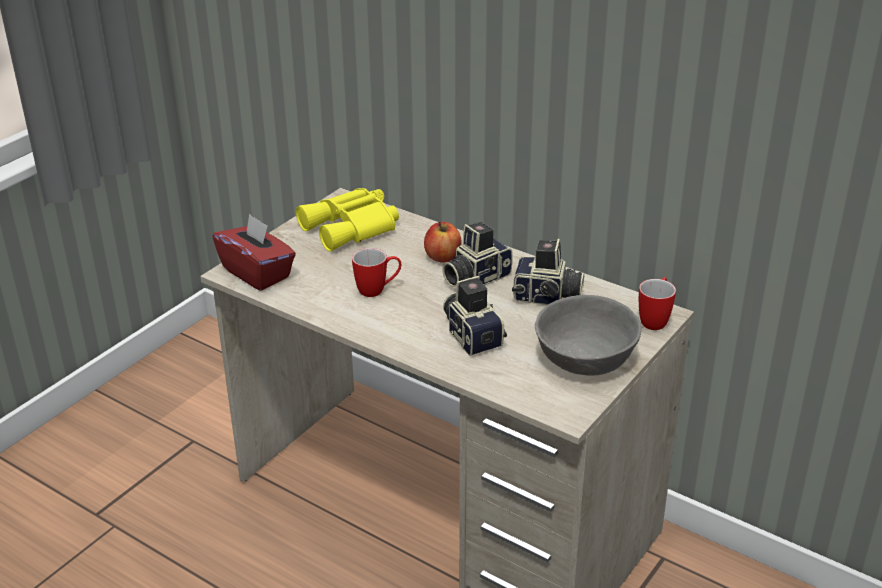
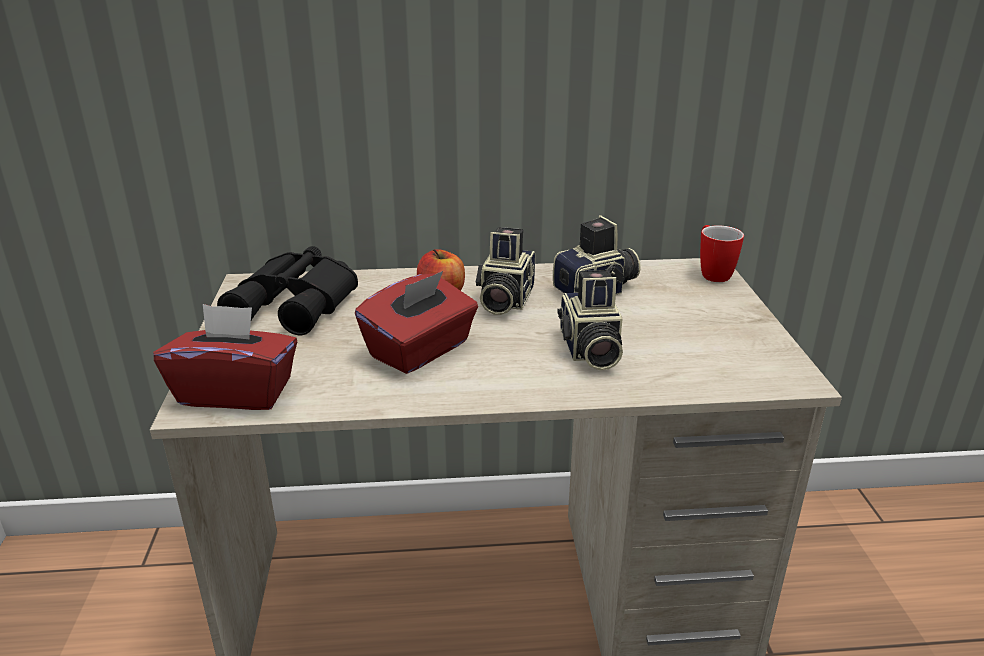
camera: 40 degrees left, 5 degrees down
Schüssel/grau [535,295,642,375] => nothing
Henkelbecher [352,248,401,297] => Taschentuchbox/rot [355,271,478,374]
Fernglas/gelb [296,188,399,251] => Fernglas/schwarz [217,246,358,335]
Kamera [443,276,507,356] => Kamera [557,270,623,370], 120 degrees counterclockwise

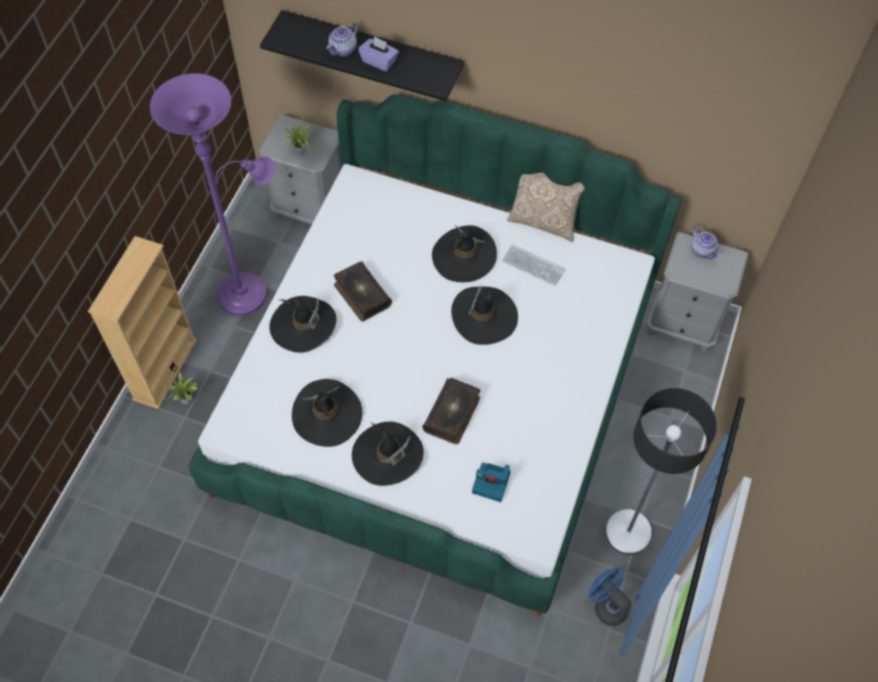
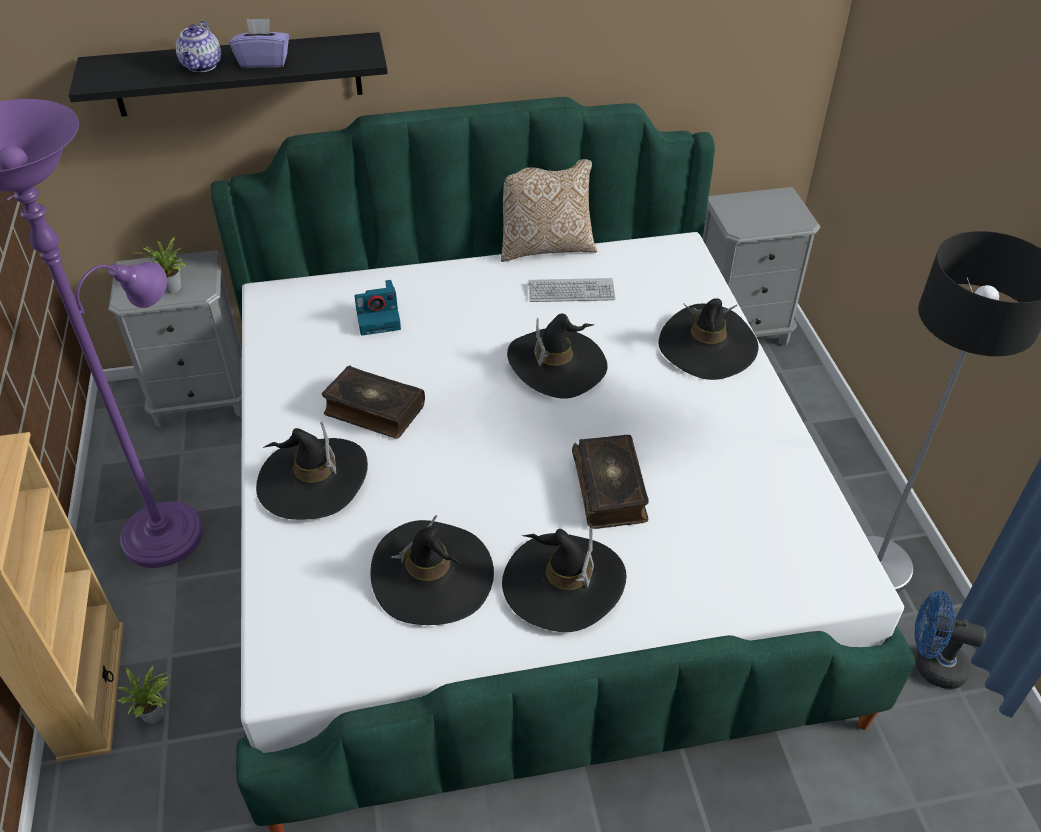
camera: 30 degrees left, 15 degrees down
Teekanne [691,225,720,260] => nothing
Hut/schwarz [432,225,497,282] => Hut/schwarz [659,298,759,380], move
Kamera [472,463,511,502] => Kamera [354,280,401,336], move

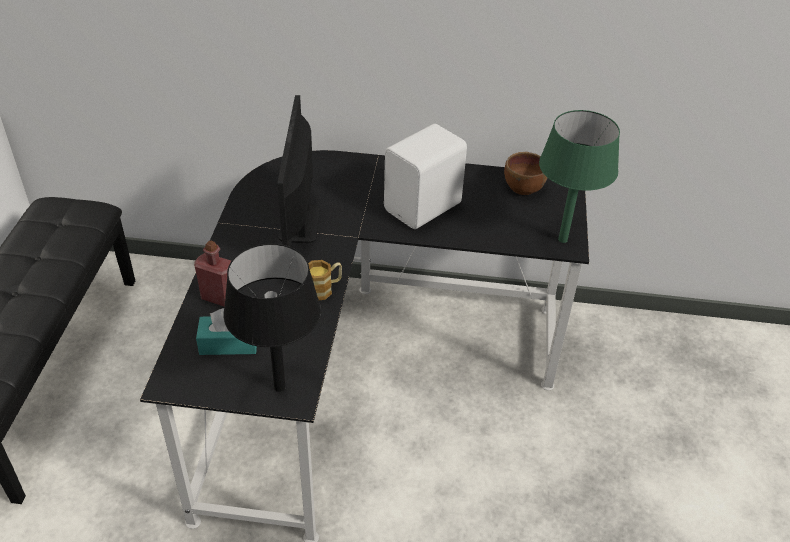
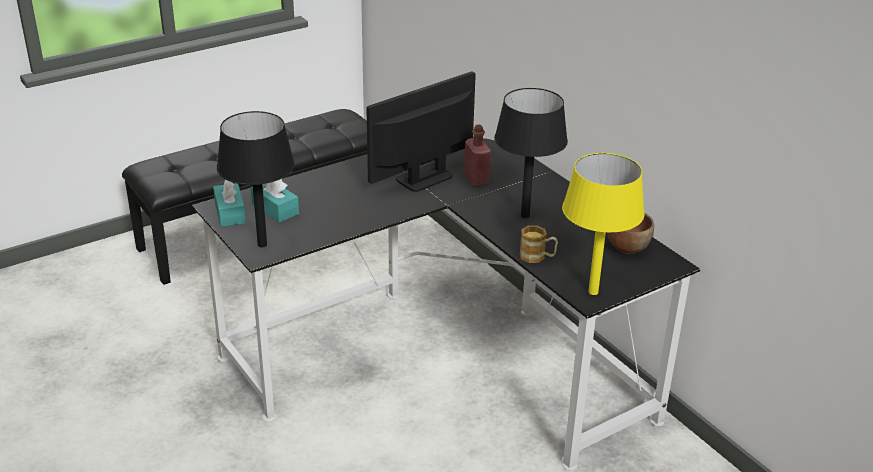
camera: 50 degrees right, 10 degrees down
nothing => Taschentuchbox/türkis [213,179,246,227]
Flasche/rot [194,241,231,307] => Flasche/rot [464,124,491,186], move
Henkelbecher [308,260,342,300] => Henkelbecher [519,225,558,263], move
Lautsprecher/weiß [384,124,467,229] => Tischlampe/schwarz [494,88,568,218]
Tischlampe/grün [539,110,620,243] => Tischlampe/gelb [562,153,645,295]

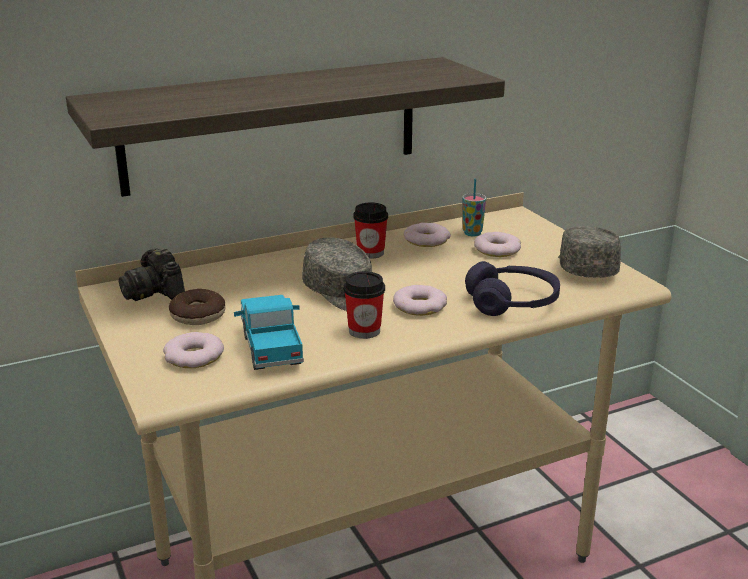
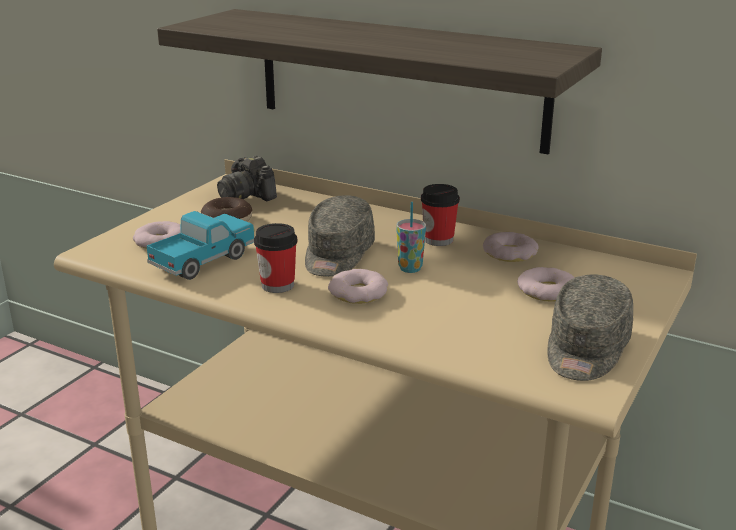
camera: 55 degrees right, 0 degrees up
Kopfhörer/lila [465,261,560,316] => nothing
Tasse [462,179,486,236] => Tasse [396,202,426,273], move
Kamera [119,248,185,301] => Kamera [217,155,277,201], 60 degrees counterclockwise
Kappe/grau [558,226,621,278] => Kappe/grau [547,275,633,381], 150 degrees clockwise

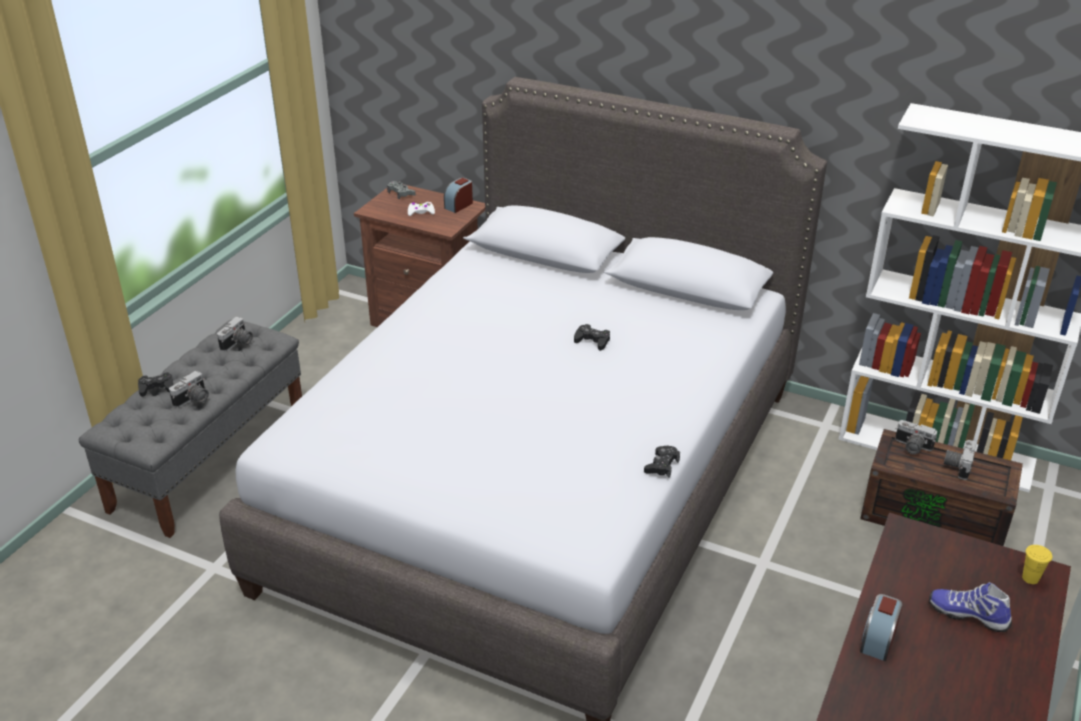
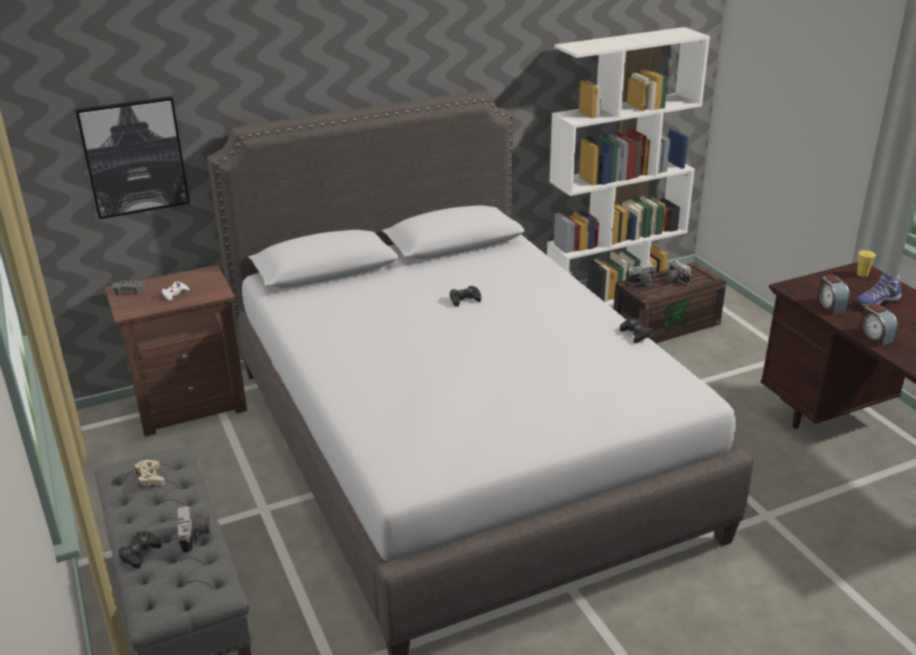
camera: 50 degrees left, 5 degrees down
nothing => Bild [75,97,190,219]
Wecker [444,178,473,213] => Wecker [817,275,850,314], move
Kamera [217,317,253,352] => Gamepad/beige [134,460,165,488]

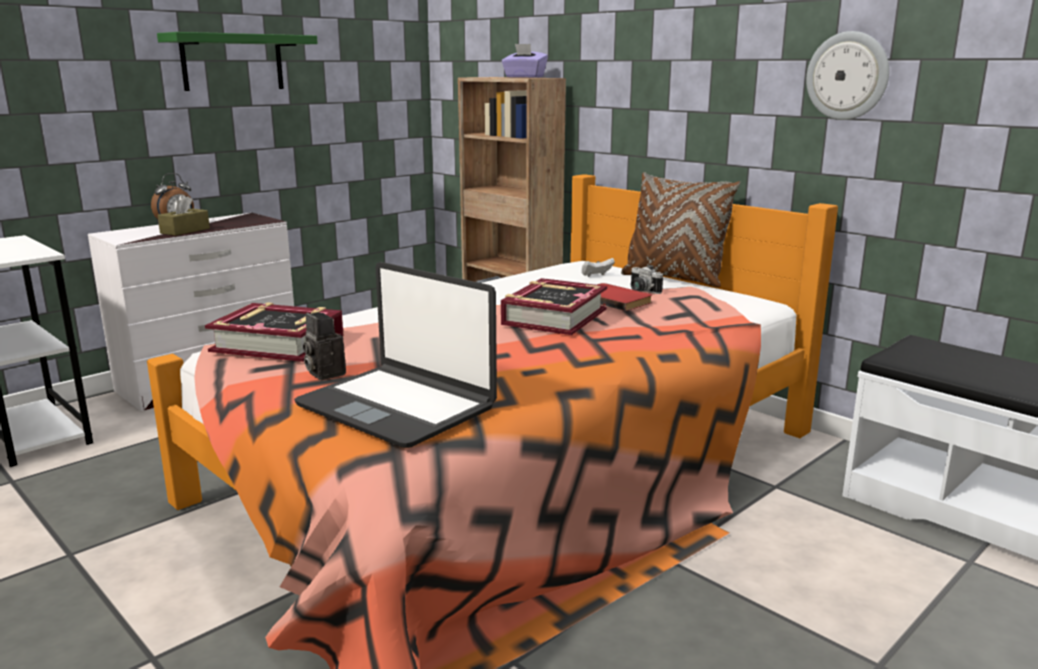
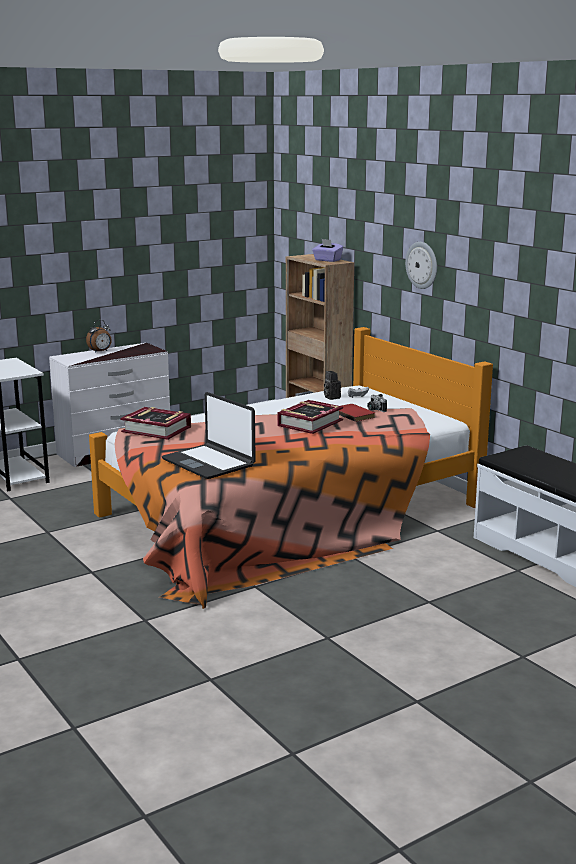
camera: 10 degrees right, 0 degrees up
Wandregal/grün [157,32,318,91] => nothing
Taschentuchbox/braun [157,194,210,236] => nothing
Kissen/braun [621,172,740,287] => nothing
Kamera [303,312,346,380] => Kamera [324,371,341,400], move
Wanduhr [806,31,889,120] => Wanduhr [405,242,437,289], move

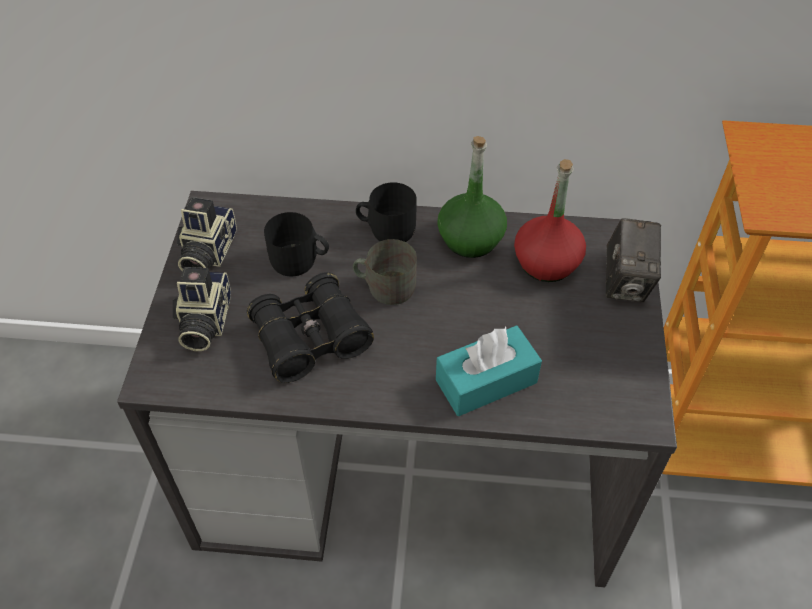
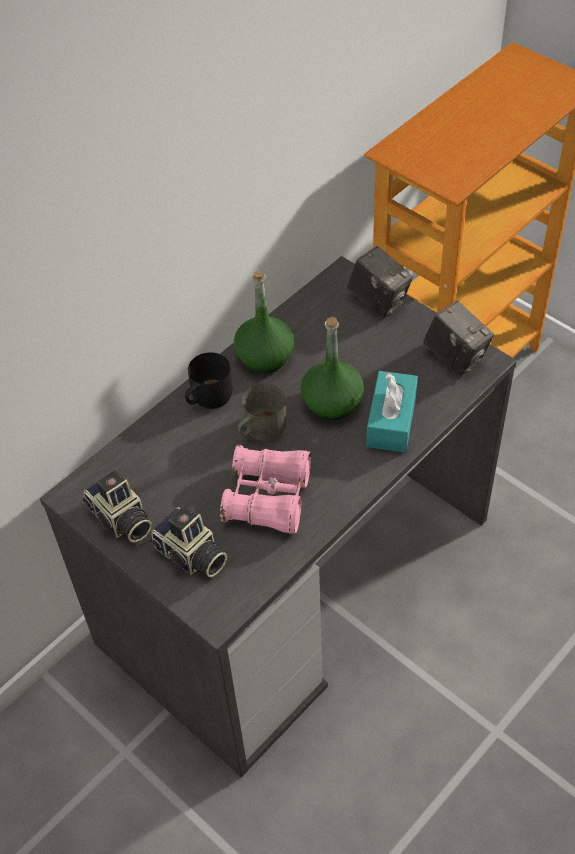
camera: 50 degrees left, 0 degrees up
Henkelbecher/schwarz [264,212,329,277] => nothing
Flasche/rot [514,159,586,282] => nothing
nothing => Flasche/grün [301,317,364,420]
nothing => Kamera [423,301,494,376]
Fernglas/schwarz [247,272,374,383] => Fernglas/rosa [220,445,311,534]

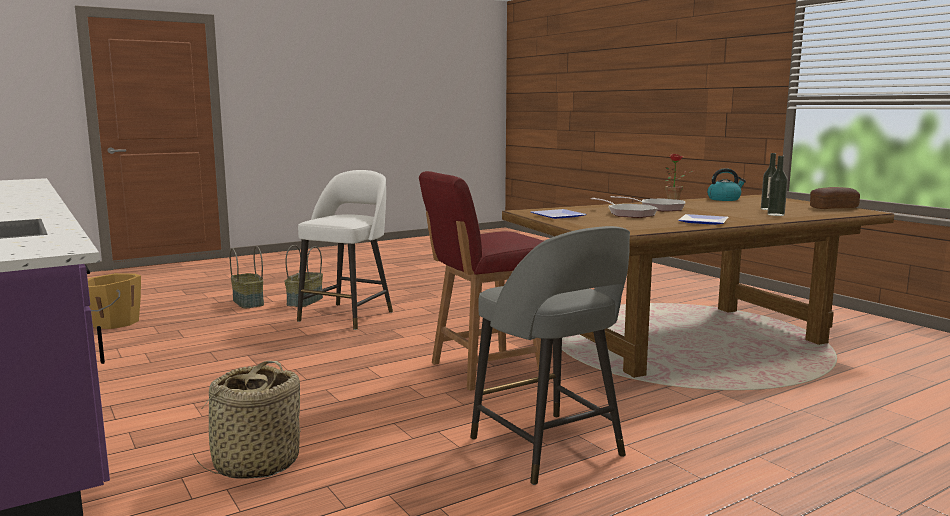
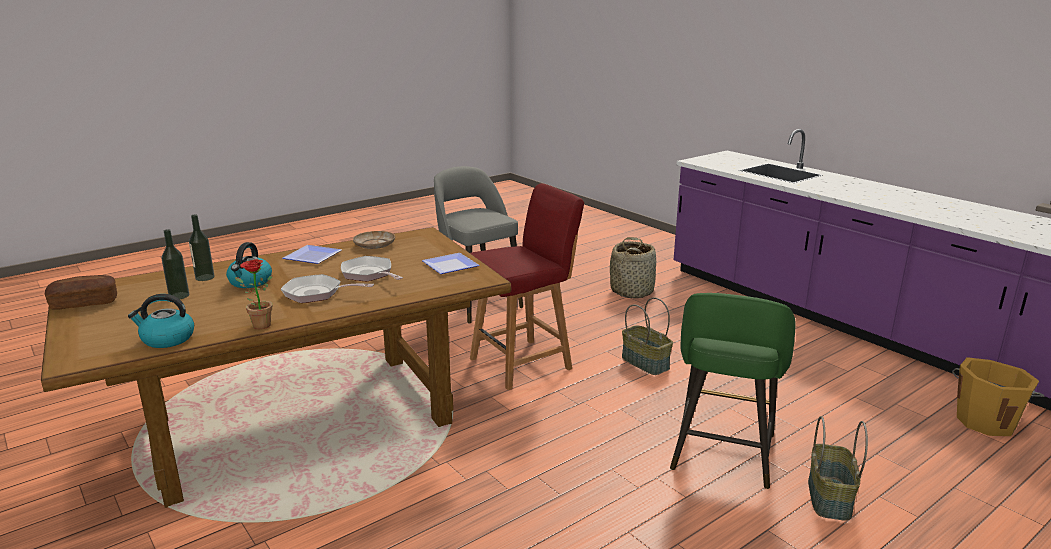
camera: 175 degrees right, 10 degrees up
nothing => Wasserkessel [226,242,272,288]
nothing => Teller/beige [353,231,395,249]
Korb [230,246,264,308] => Korb [622,297,673,375], move
Hocker/weiß [297,170,393,330] => Hocker/grün [670,293,796,489]

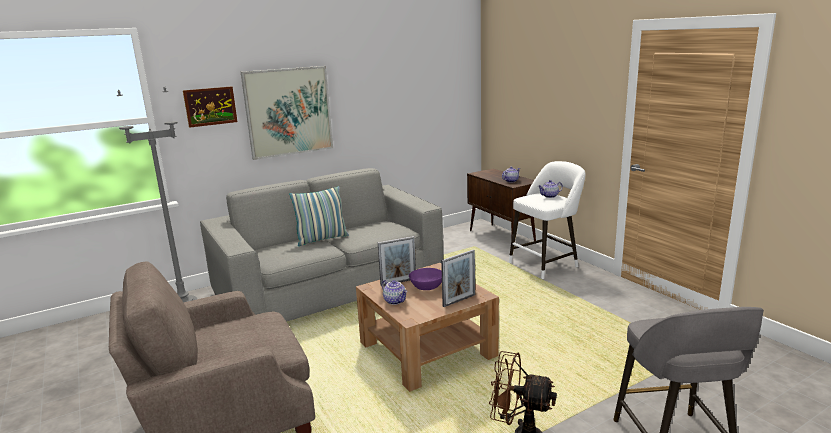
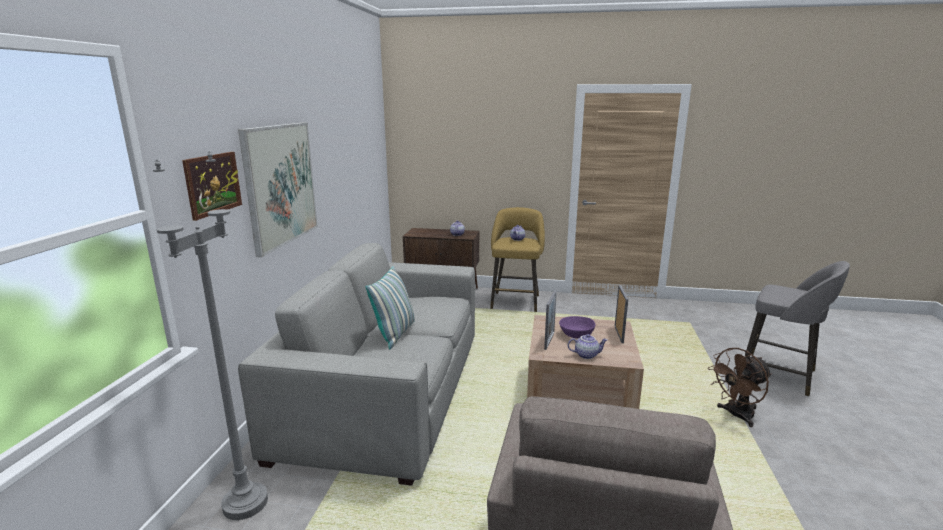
camera: 50 degrees left, 0 degrees up
Hocker/weiß [509,161,585,279] => Hocker/gelb [490,207,545,312]

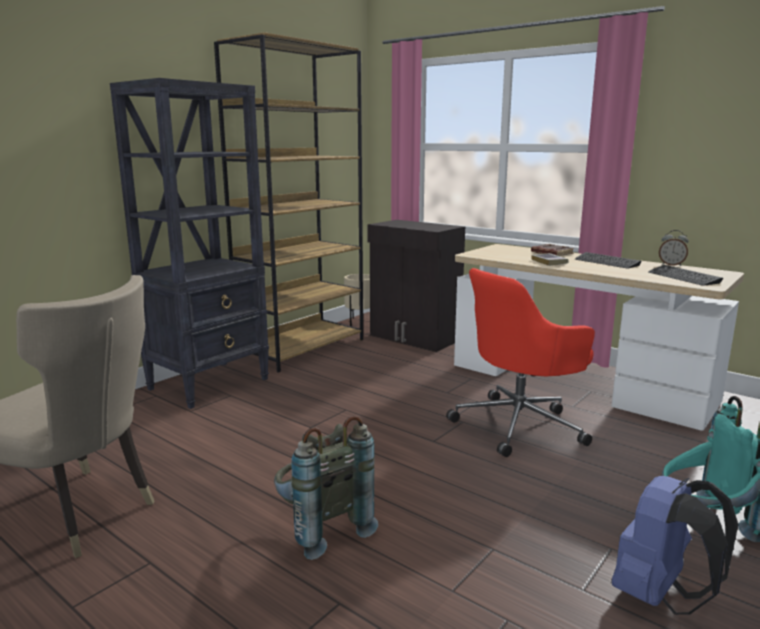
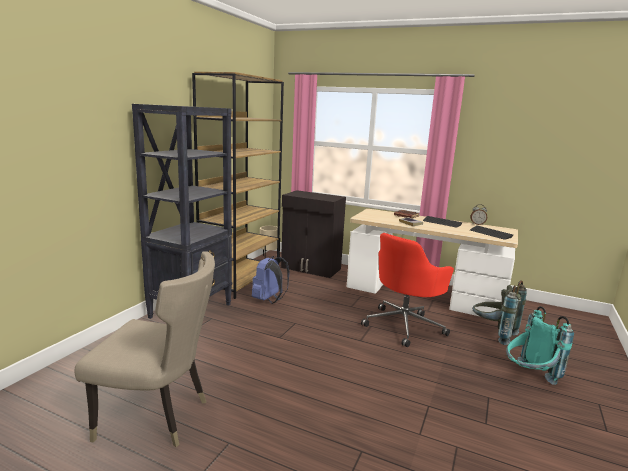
camera: 15 degrees left, 0 degrees up
Rucksack/grau [274,416,378,560] => Rucksack/grau [472,280,527,345], move
Rucksack/blau [611,476,738,615] => Rucksack/blau [252,256,290,304], move

